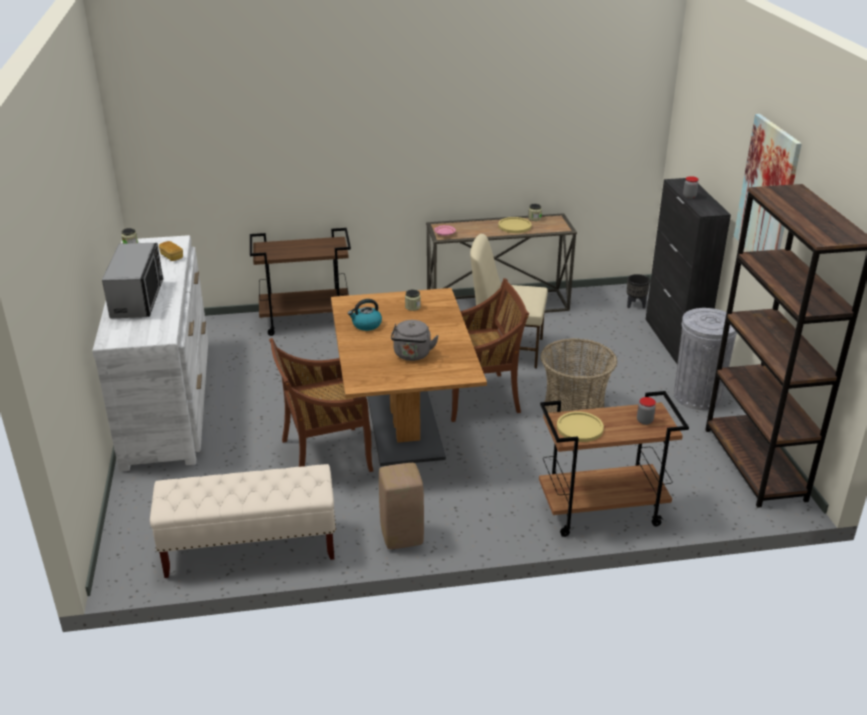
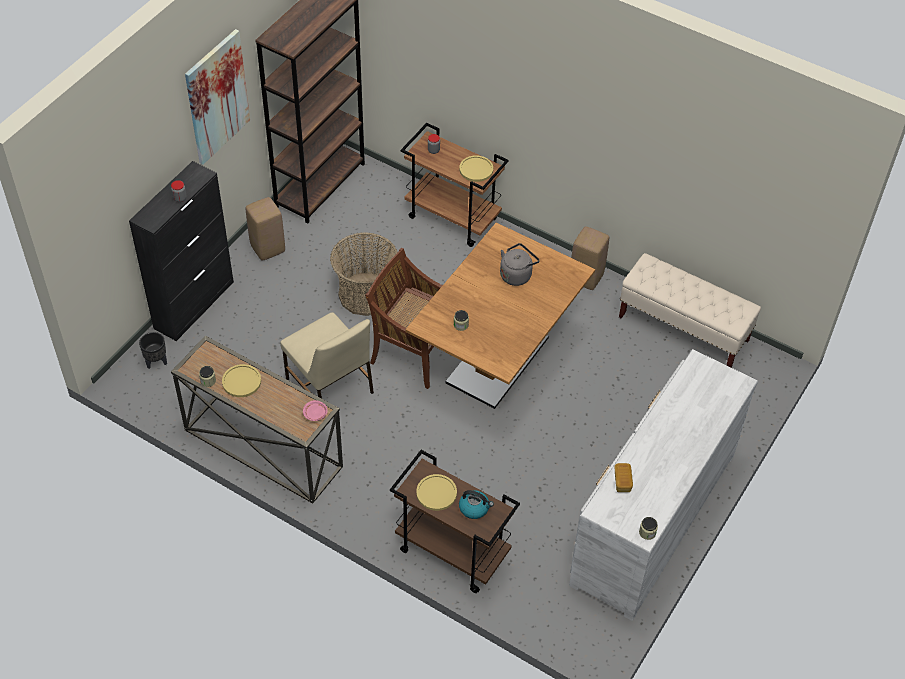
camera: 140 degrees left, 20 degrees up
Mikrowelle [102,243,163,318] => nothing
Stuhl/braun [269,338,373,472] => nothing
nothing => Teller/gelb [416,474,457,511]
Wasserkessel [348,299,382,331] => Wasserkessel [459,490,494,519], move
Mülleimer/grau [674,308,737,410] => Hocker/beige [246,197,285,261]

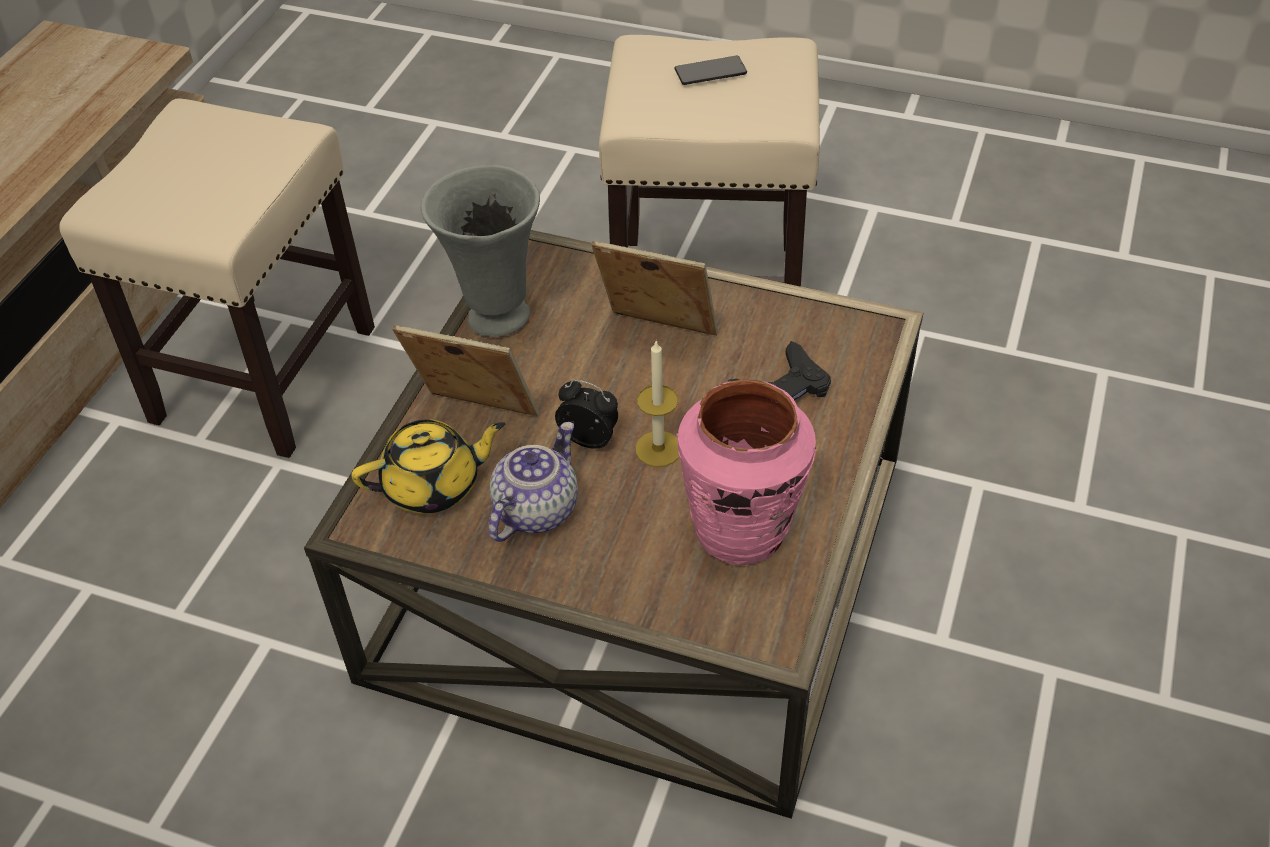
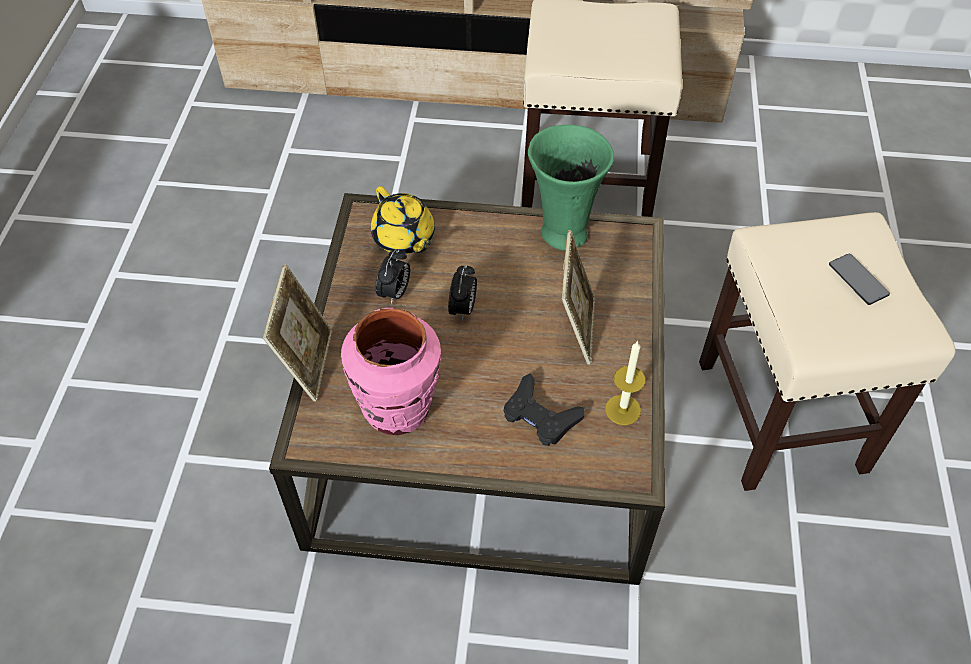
camera: 75 degrees right, 5 degrees up
Bilderrahmen [392,325,539,416] => Bilderrahmen [263,264,332,401], move
Kerze [635,341,679,467] => Kerze [605,341,645,425], move
Teekanne [488,422,578,542] => Wecker [376,249,410,304]
Vase/grau [421,165,540,337] => Vase/grün [528,124,614,250]

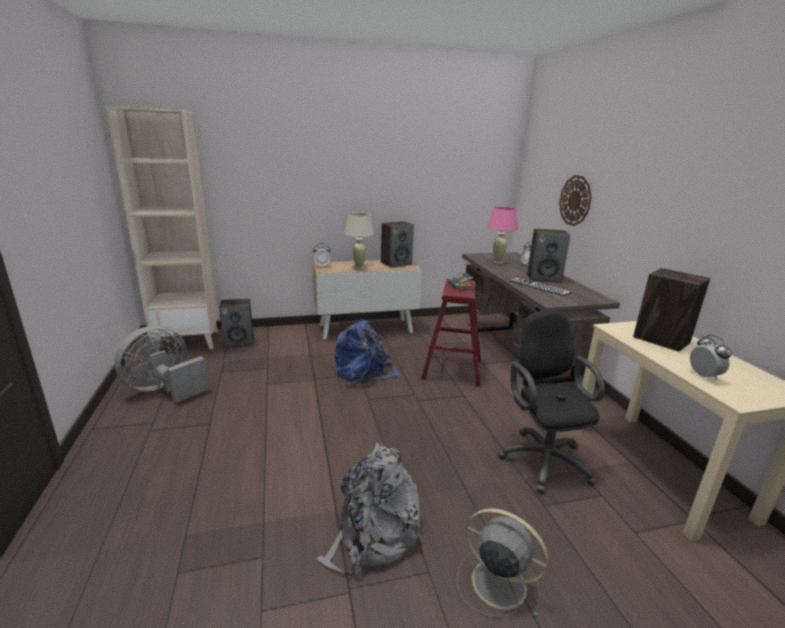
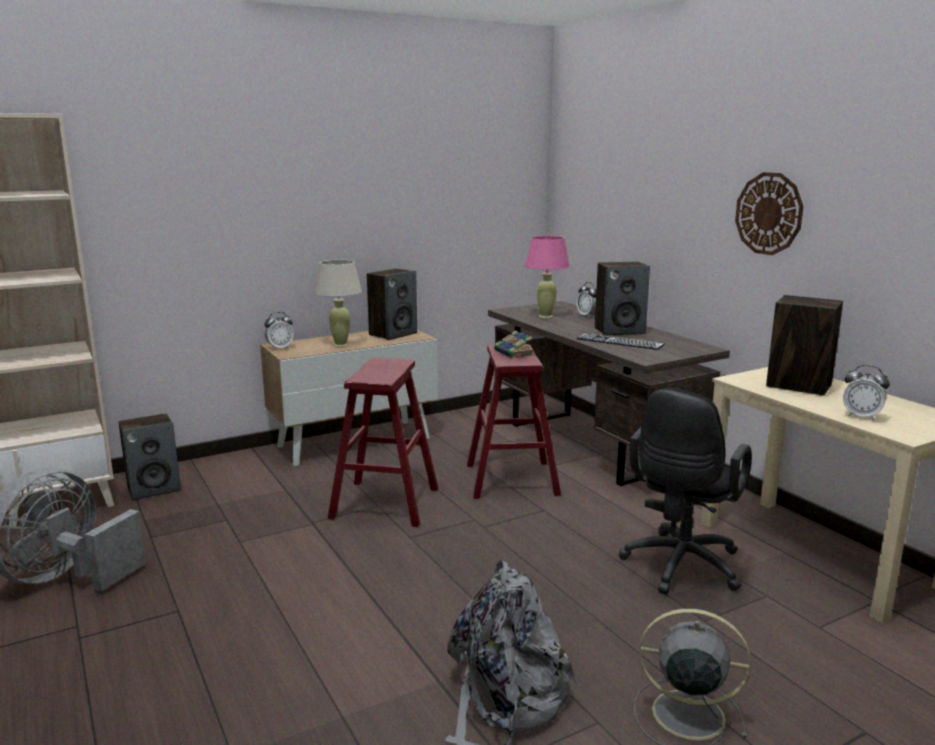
camera: 15 degrees left, 5 degrees down
Wanduhr [559,175,592,226] => Wanduhr [735,172,803,255], move
Rucksack/blau [334,319,400,386] => Hocker/rot [328,358,438,527]
Bürostuhl/schwarz [498,310,605,494] => Bürostuhl/schwarz [619,387,752,595], 120 degrees counterclockwise
Wecker [690,334,732,380] => Wecker [843,365,890,421], 150 degrees clockwise

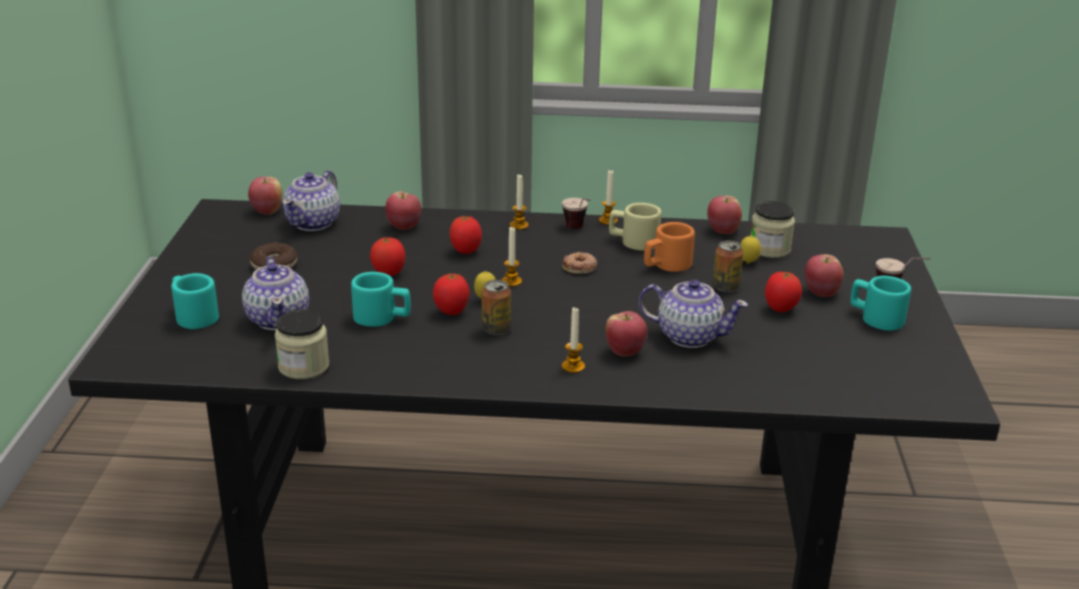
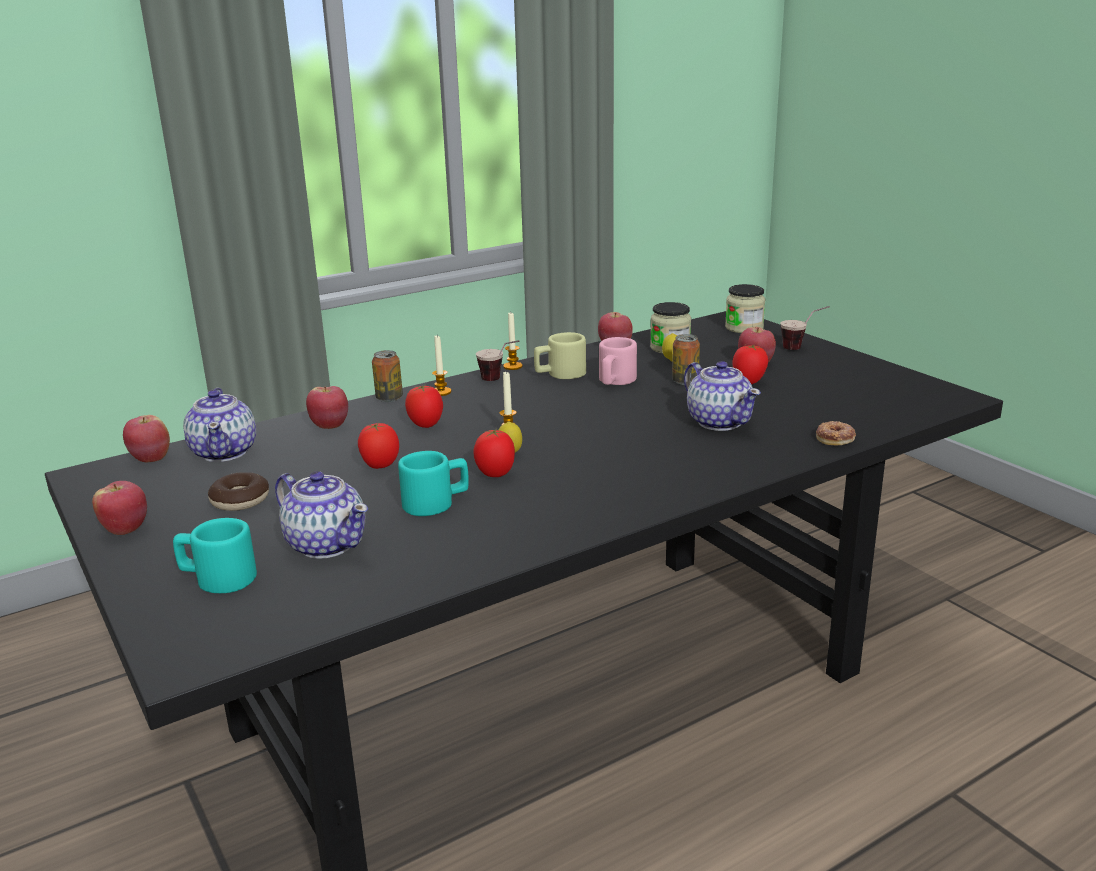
camera: 35 degrees left, 5 degrees down
Kerze [562,307,585,373] => nothing
Henkelbecher/türkis [851,276,911,331] => nothing
Vorratsglas [275,309,329,379] => Vorratsglas [725,284,765,333], move
Dose [481,280,511,335] => Dose [372,350,403,402], move
Donut [562,252,597,274] => Donut [816,421,856,445], move
Apfel [606,311,647,356] => Apfel [92,481,147,535], move
Henkelbecher/orange [644,222,695,272] => Henkelbecher/rosa [599,337,637,385]
Teekanne [639,279,748,348] => Teekanne [684,361,761,431], 75 degrees clockwise

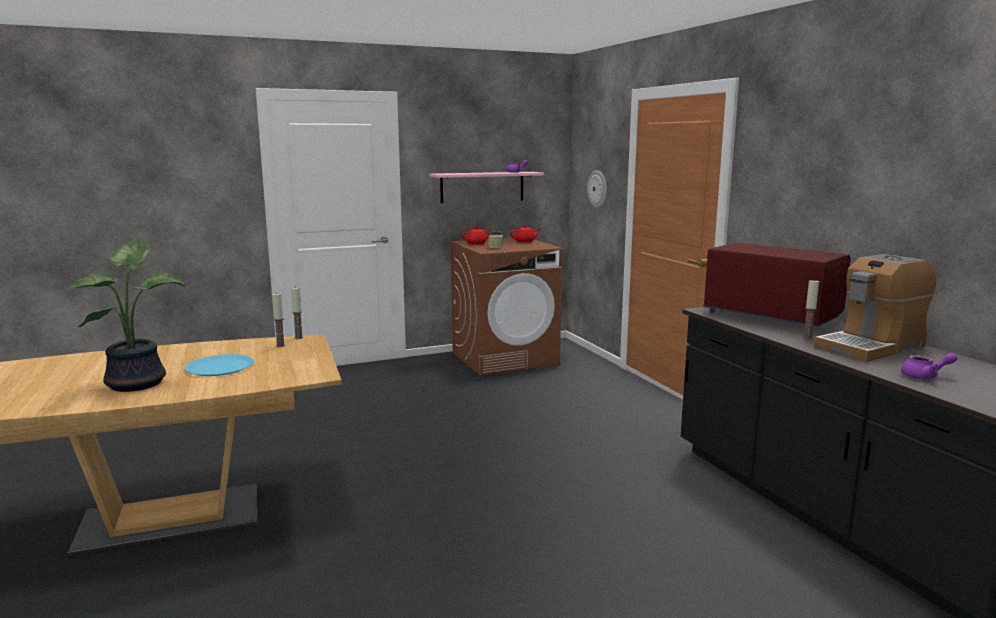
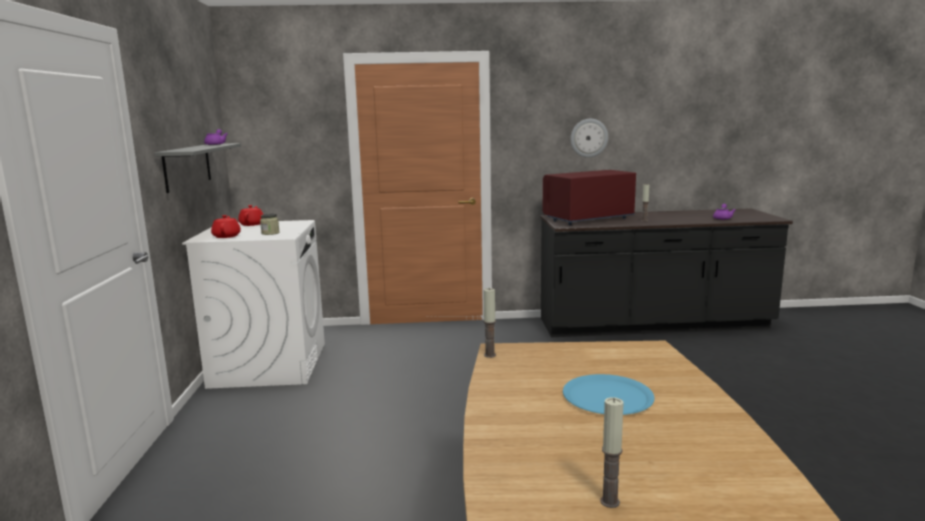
camera: 70 degrees left, 0 degrees up
Topfpflanze [71,238,186,392] => nothing
Kaffeemaschine [814,254,936,362] => nothing
Kerze [272,292,286,347] => Kerze [600,397,624,508], move
Wanduhr [587,170,607,208] => Wanduhr [570,119,608,158], move
Wandregal/rosa [429,172,544,204] => Wandregal/grau [155,143,241,193]
Waschmaschine/braun [450,238,562,376] => Waschmaschine/weiß [182,220,325,389]

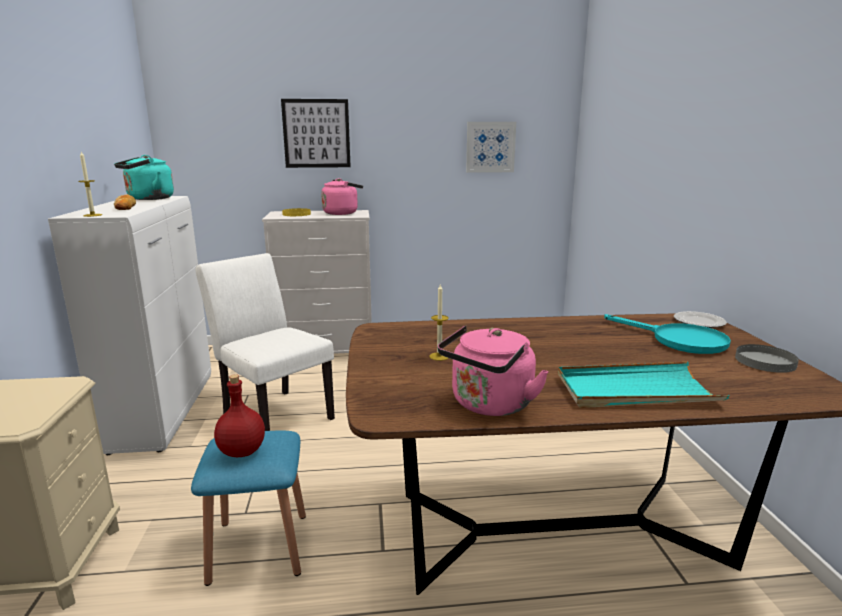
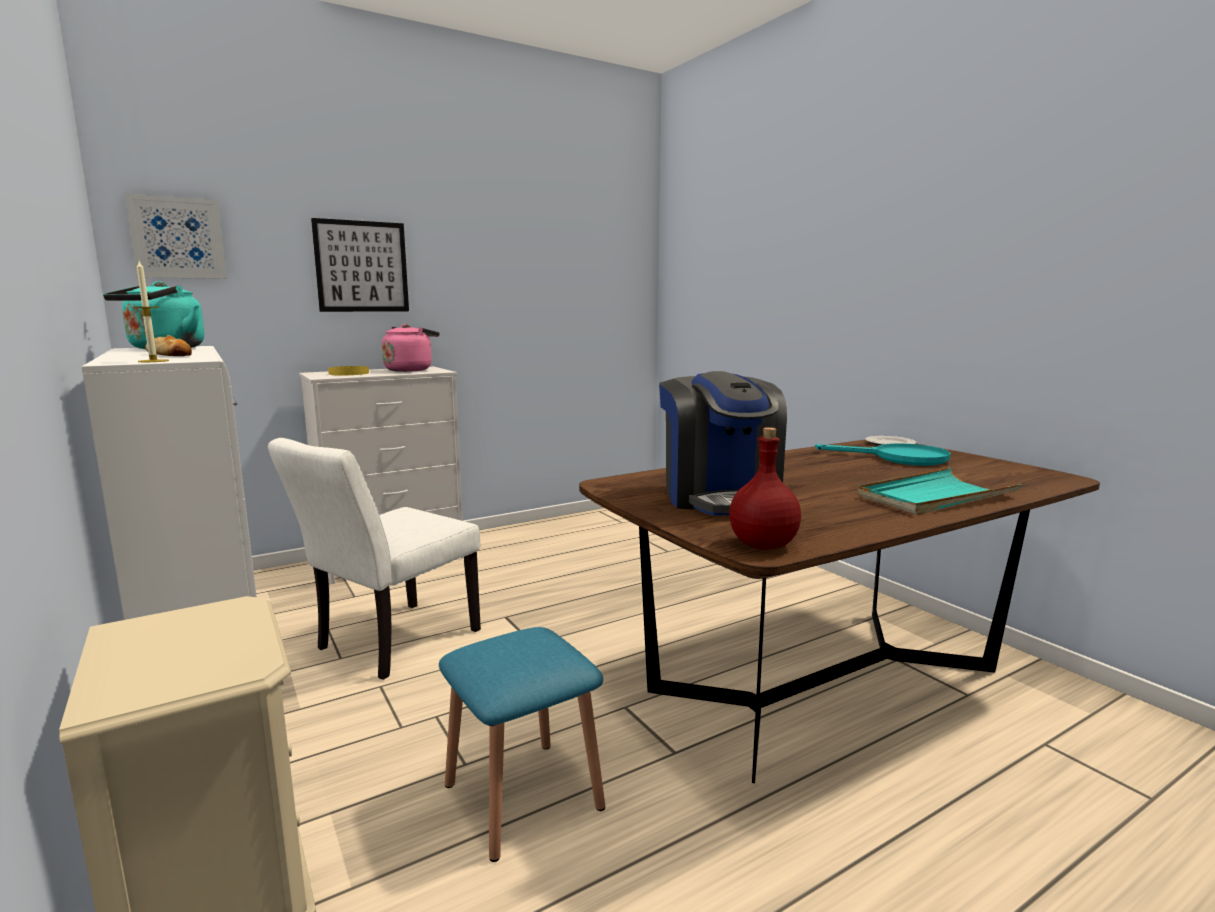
camera: 25 degrees left, 5 degrees down
Wasserkessel/rosa [438,326,549,416] => nothing
Teller/grau [735,344,799,373] => nothing
Flasche/rot [214,374,265,457] => Flasche/rot [729,427,801,550], move
Bild [466,122,516,173] => Bild [125,194,227,279], move
Kerze [429,284,449,361] => Kaffeemaschine [659,371,787,516]
Stuhl/weiß [196,253,335,431] => Stuhl/weiß [268,438,481,680], 75 degrees counterclockwise

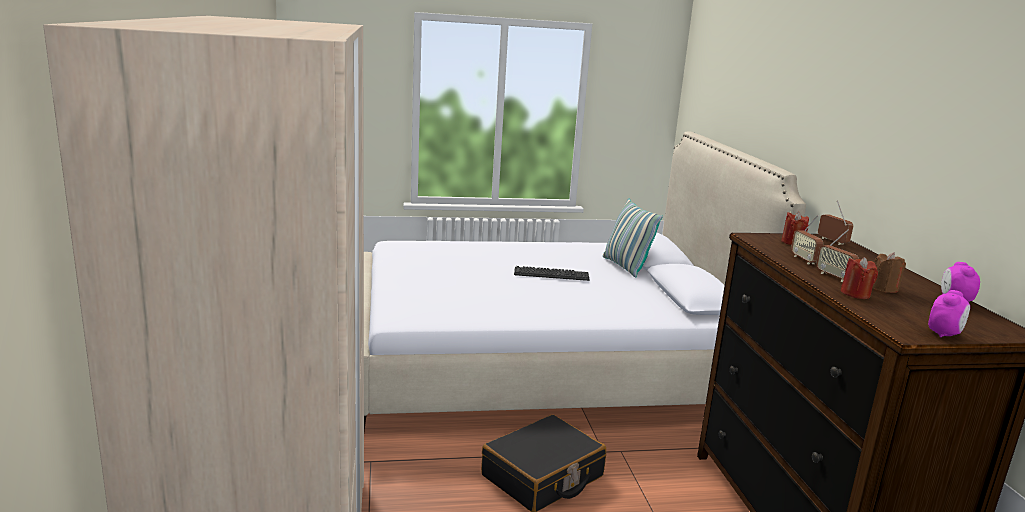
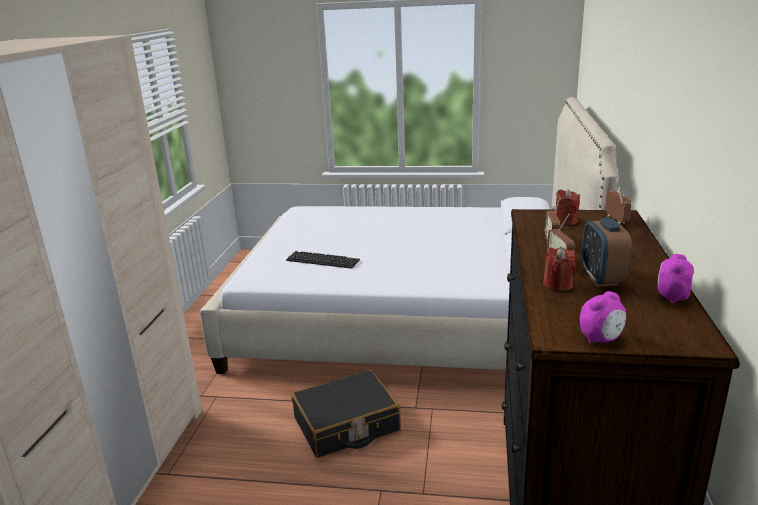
camera: 20 degrees right, 5 degrees up
Kissen [603,198,663,277] => nothing
Tastatur [514,266,589,281] => Tastatur [286,251,360,269], move
Kerze/braun [872,252,906,293] => Wecker [581,218,632,287]

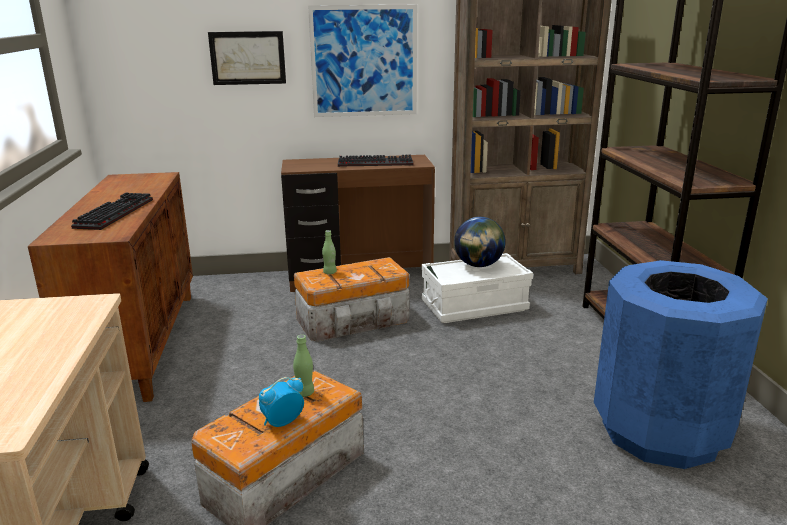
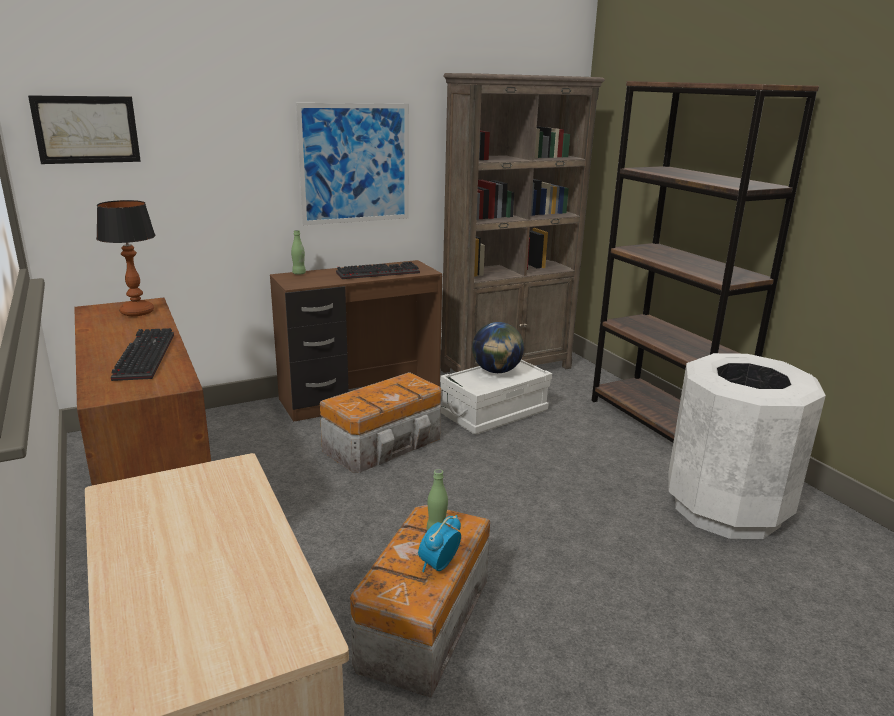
camera: 20 degrees left, 0 degrees up
nothing => Tischlampe [96,200,155,316]
Bild [208,31,286,85] => Bild [28,95,141,164], move
Flasche/grün [322,230,337,274] => Flasche/grün [291,230,306,275], move
Mülleimer/blau [594,260,768,469] => Mülleimer/weiß [668,353,826,539]

